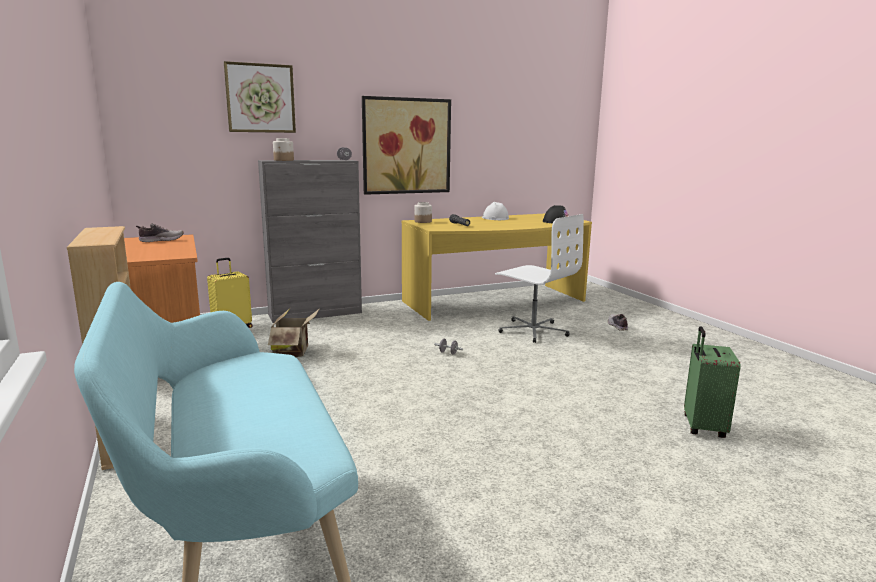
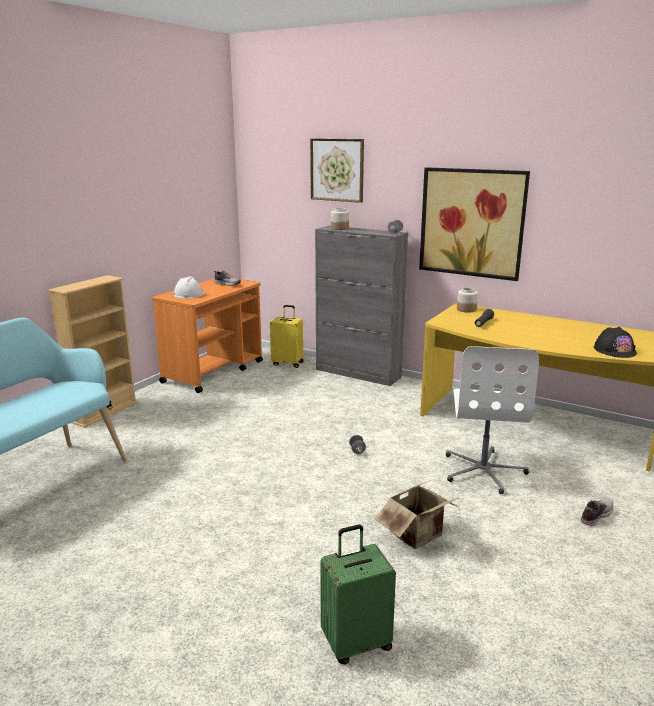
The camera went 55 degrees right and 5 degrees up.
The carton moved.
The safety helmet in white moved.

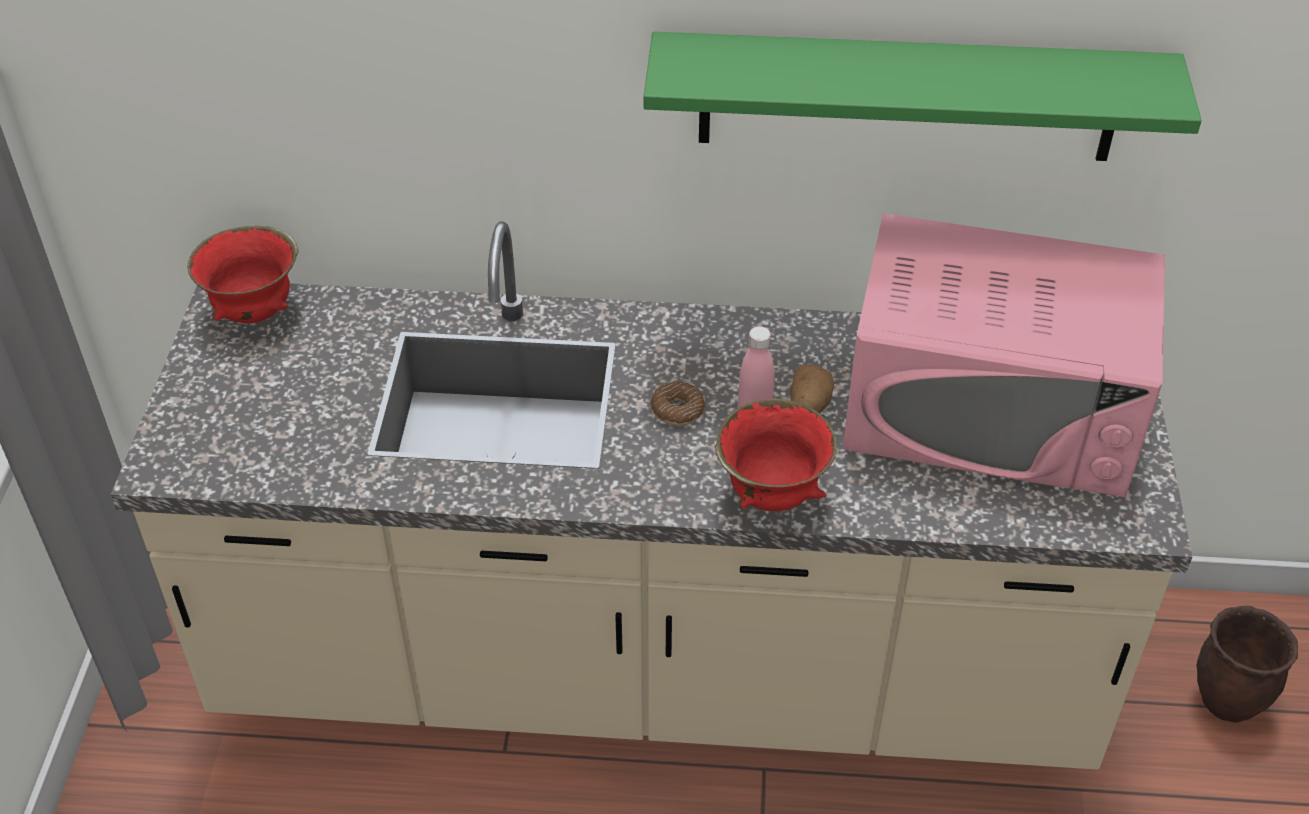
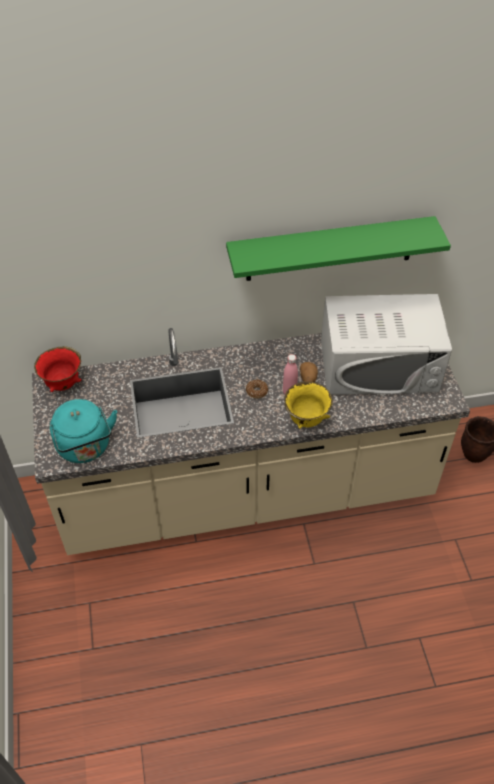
The camera went 15 degrees left and 5 degrees up.
The bowl in red (no. 2 from left) became the bowl in yellow.
The kitchen microwave in pinkish became the kitchen microwave in white.
The tea kettle in turquoise appeared.

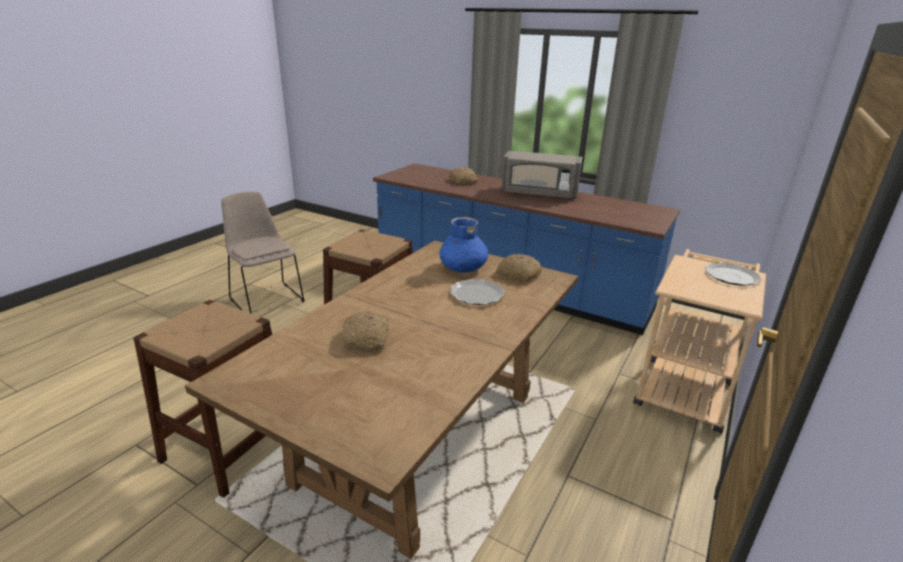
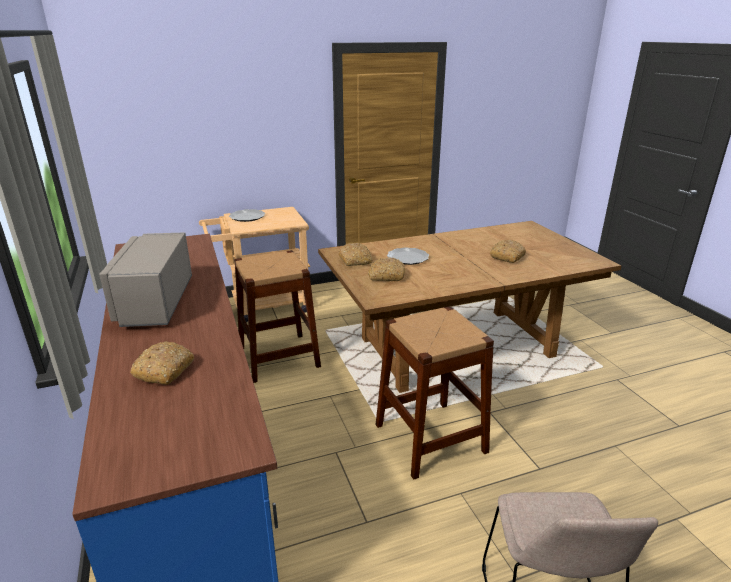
The camera went 140 degrees left and 0 degrees up.
The stool seat in brown-coloured (no. 1 from left) moved.
The flower vase in blue was replaced by the bread (no. 3 from left).
The kitchen microwave in greyish turned 150 degrees counterclockwise.

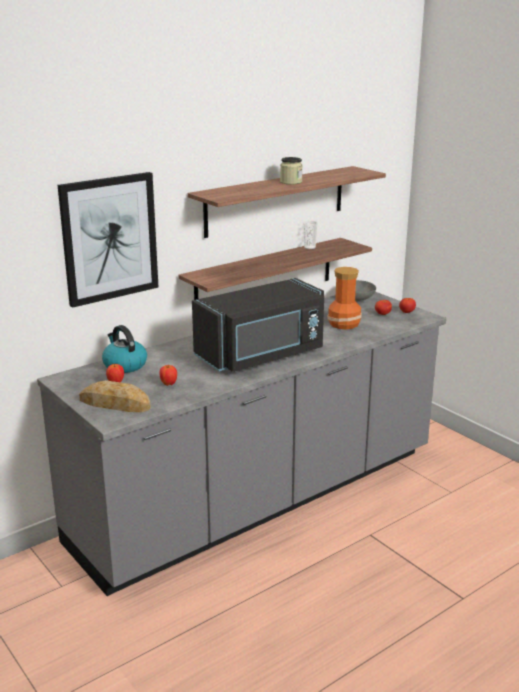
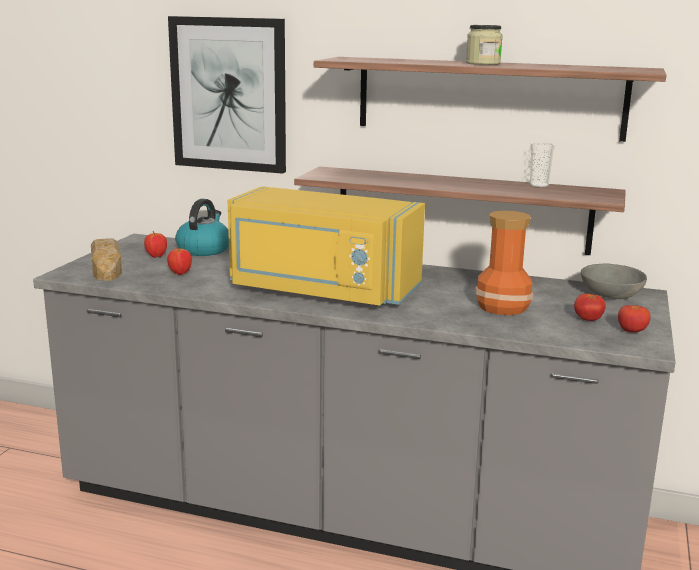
The camera went 55 degrees right and 5 degrees down.
The kitchen microwave in blackish became the kitchen microwave in yellow.

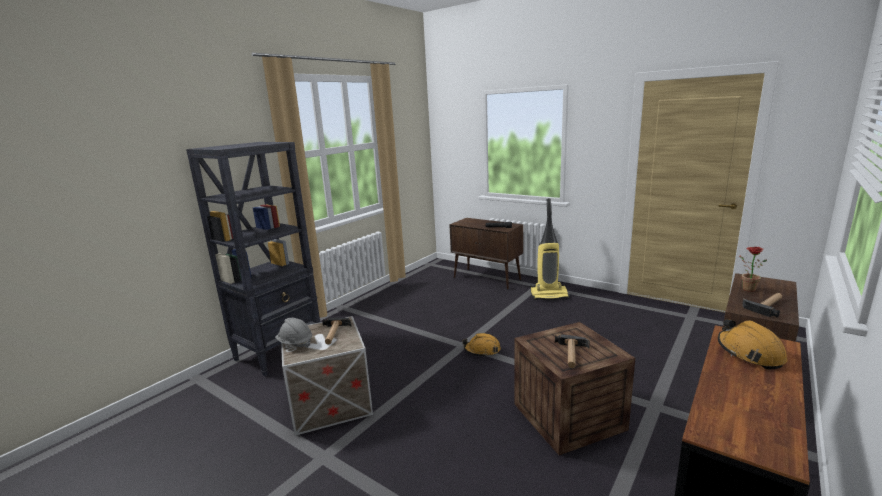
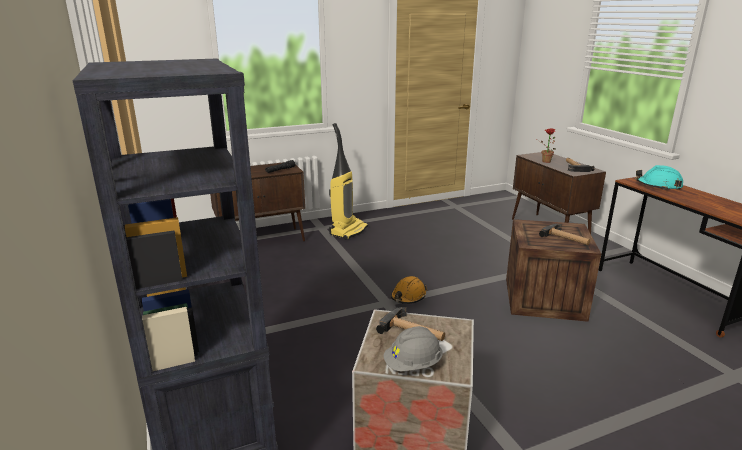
The camera went 60 degrees left and 5 degrees up.
The safety helmet in orange-coloured (no. 2 from left) became the safety helmet in turquoise.

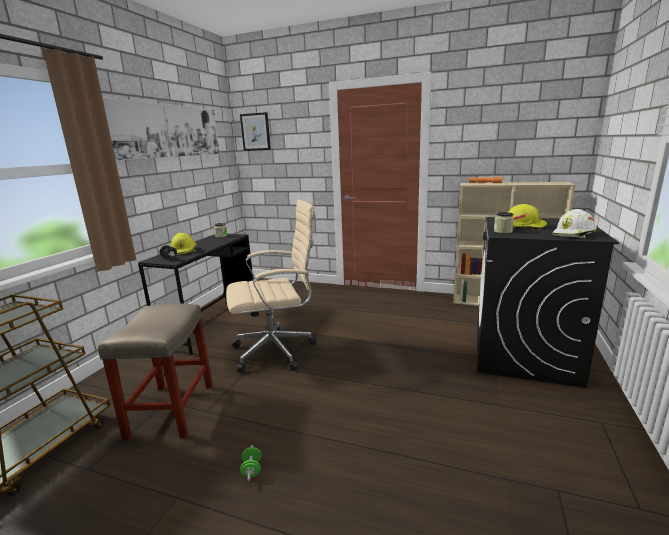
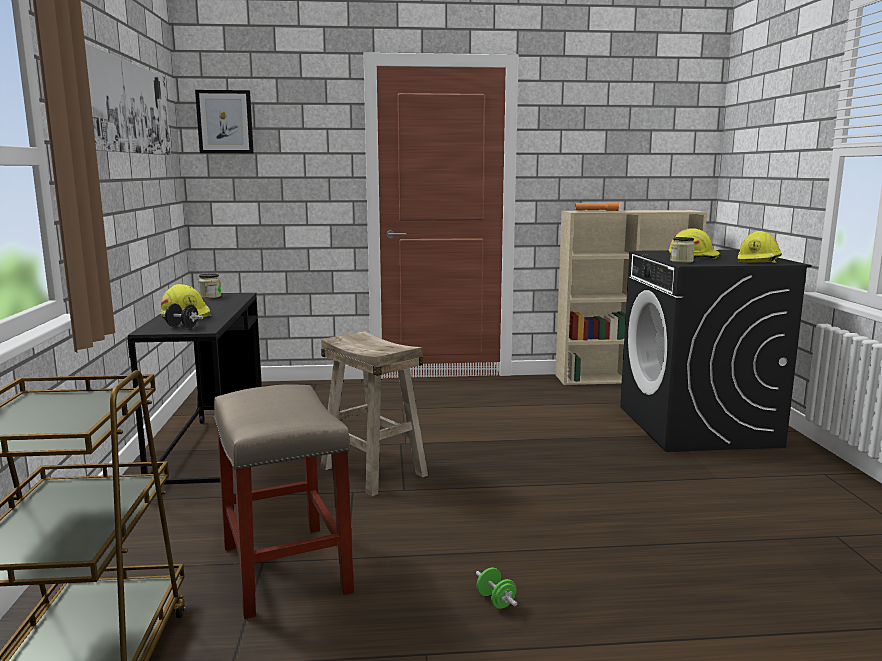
The camera went 25 degrees left and 5 degrees down.
The computer chair in sand-coloured was replaced by the stool seat in sand-coloured (no. 2 from left).
The safety helmet in white became the safety helmet in yellow (no. 3 from left).

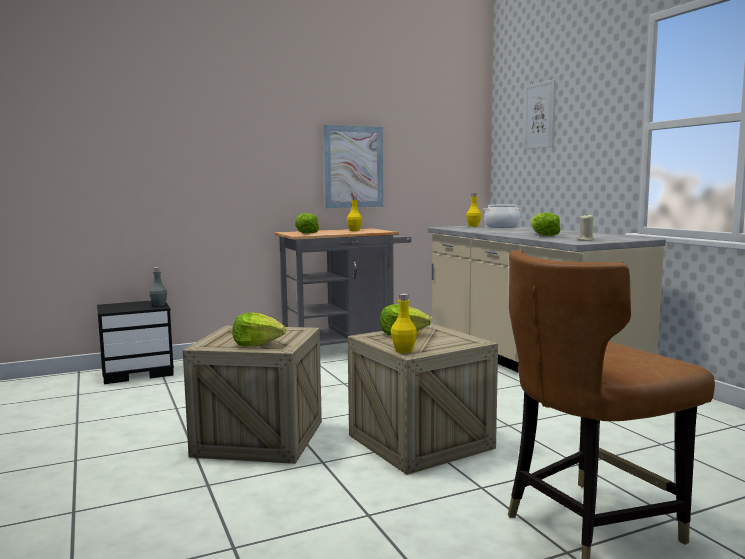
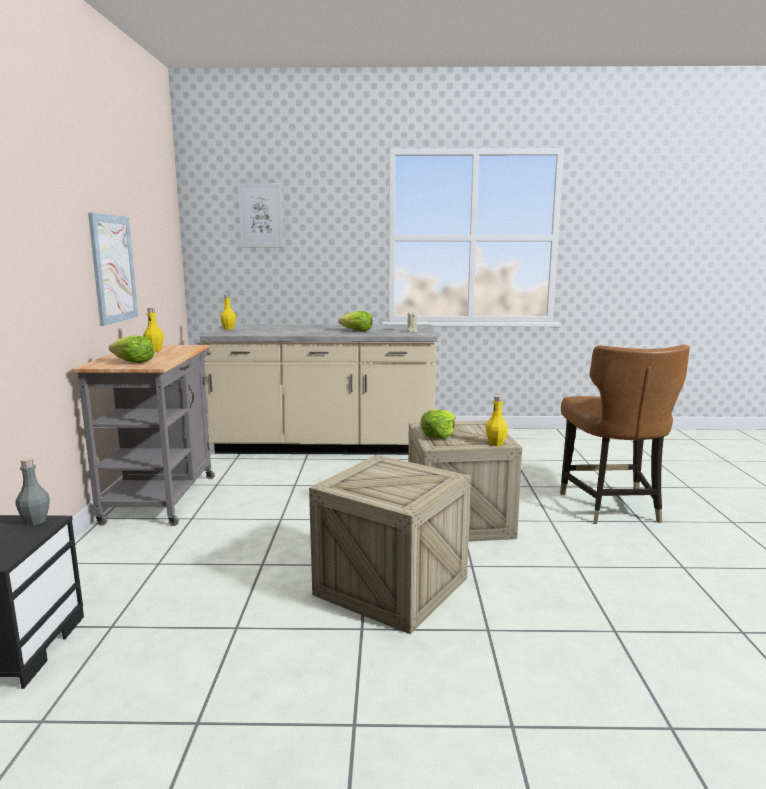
The camera went 65 degrees left and 5 degrees up.
The lettuce head (no. 1 from left) disappeared.
The stockpot disappeared.

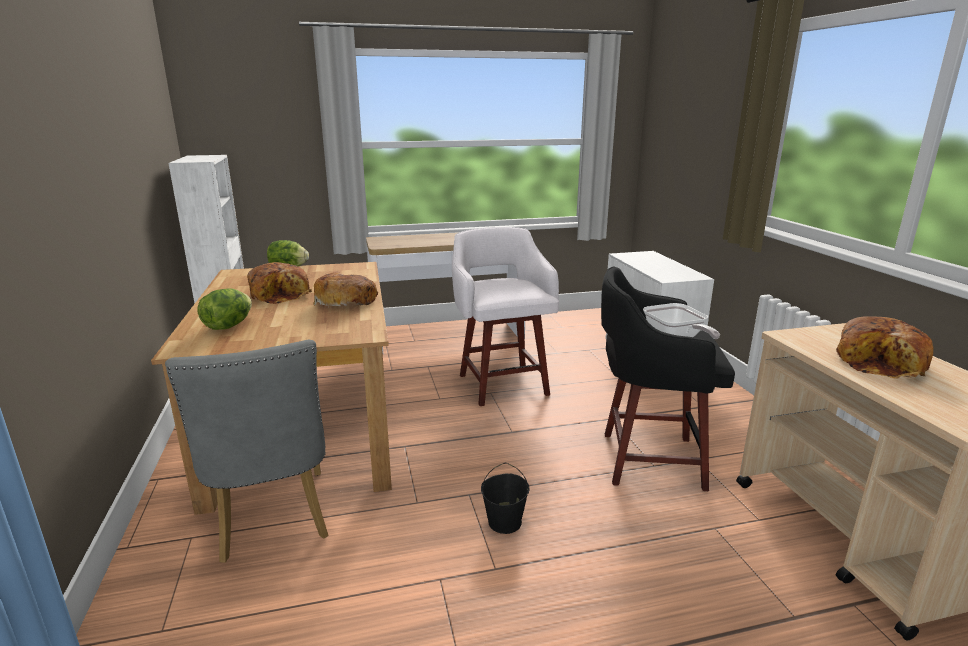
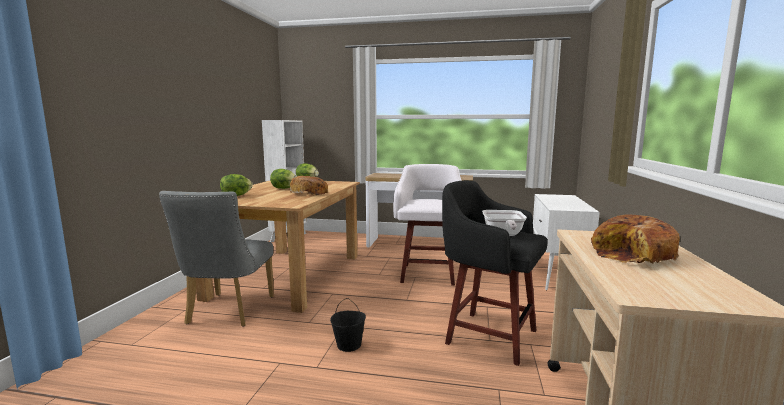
The camera went 25 degrees right and 10 degrees down.
The bread (no. 1 from left) was replaced by the lettuce head (no. 2 from left).

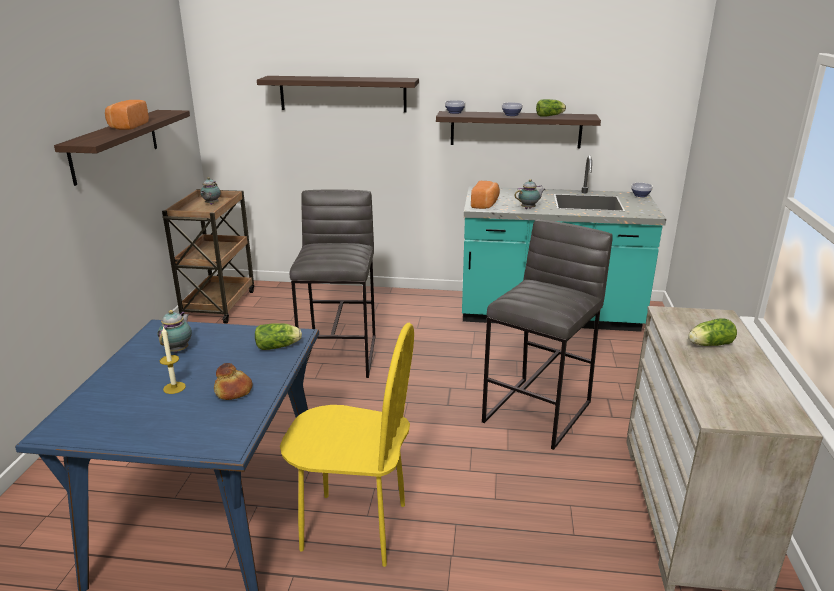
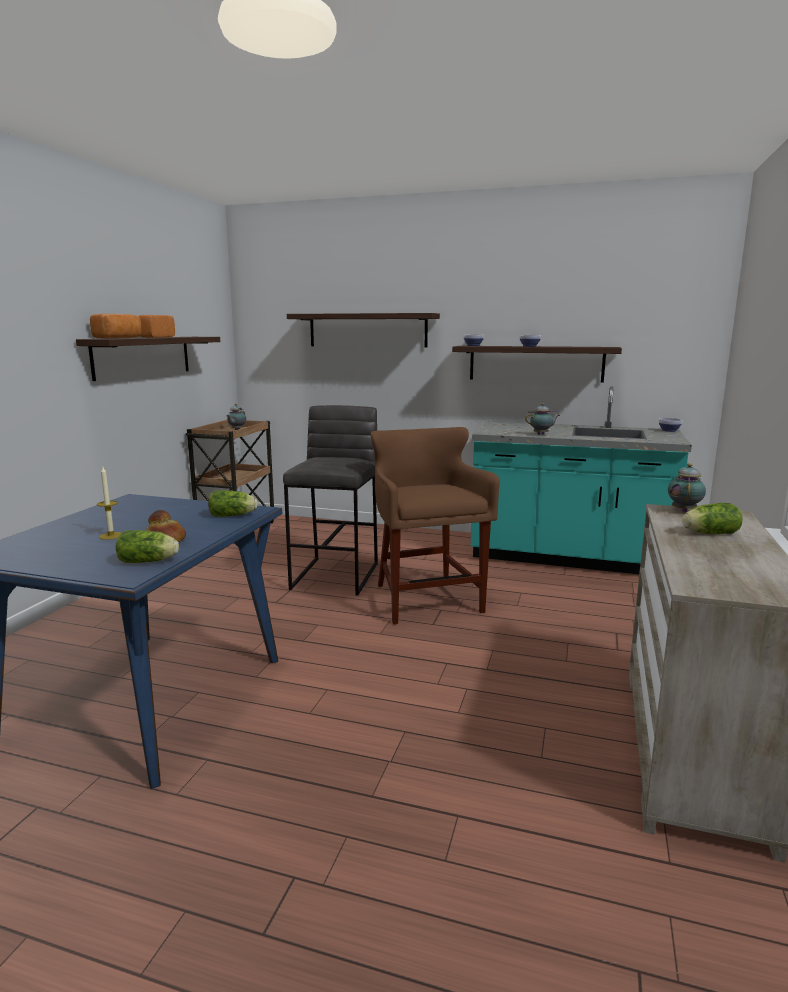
The camera went 10 degrees right and 10 degrees down.
The teapot (no. 1 from left in the first image) moved.
The chair in yellow disappeared.
The bread (no. 3 from left in the first image) moved.
The stool seat in greyish (no. 2 from left) disappeared.
The lettuce head (no. 2 from left in the first image) moved.
The stool seat in brown-coloured appeared.

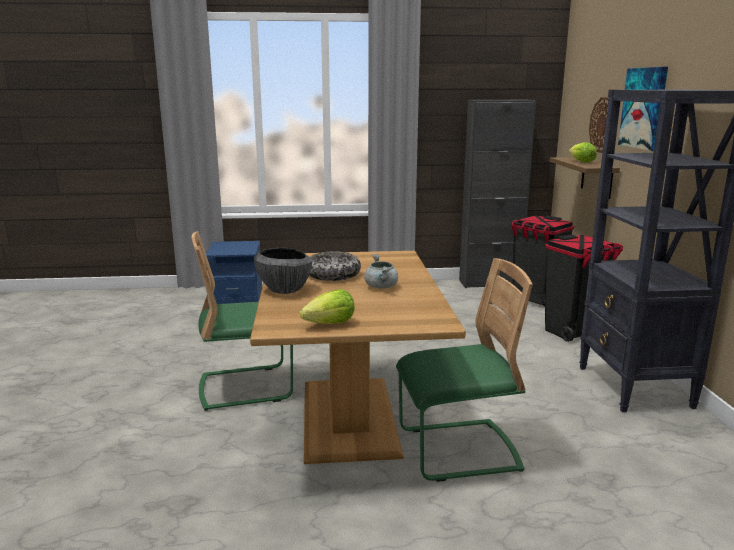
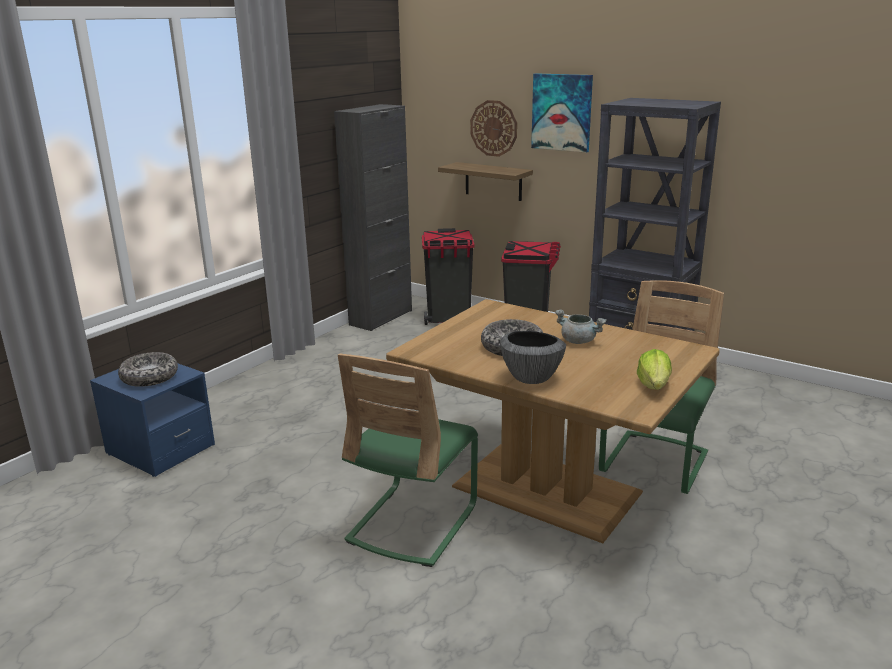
The camera went 50 degrees left and 5 degrees up.
The lettuce head (no. 2 from left) disappeared.
The bowl (no. 1 from left) appeared.

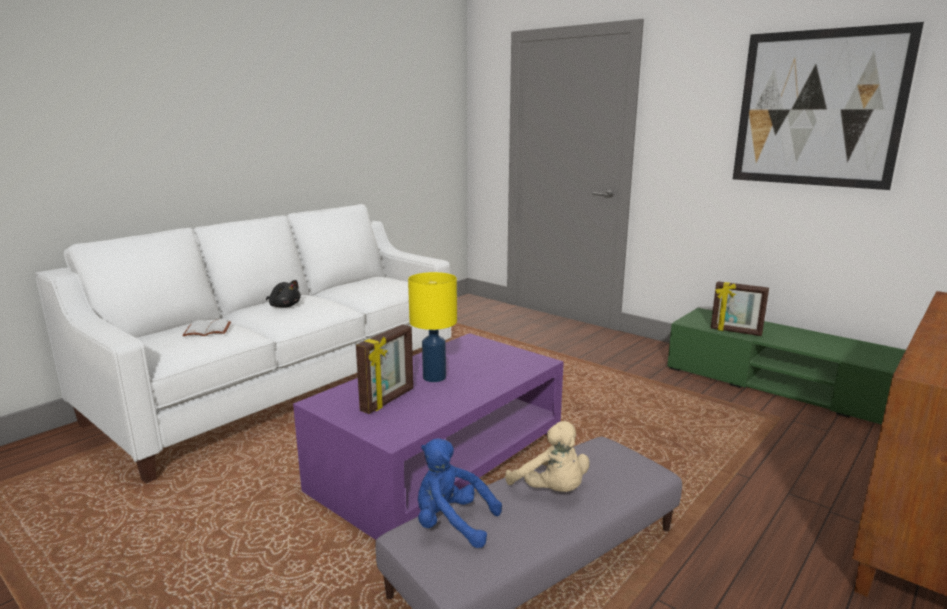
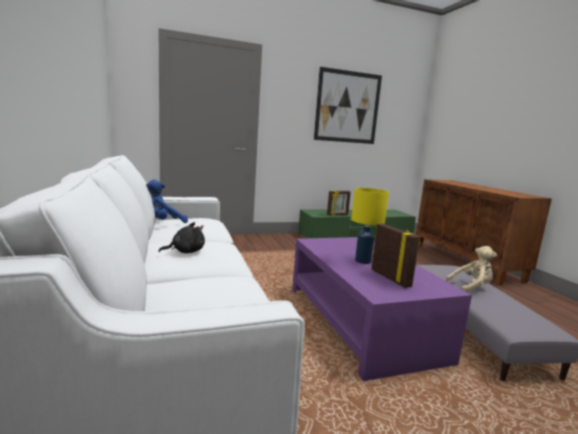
The camera went 60 degrees left and 5 degrees down.
The volume in white disappeared.
The plush toy in blue moved.

